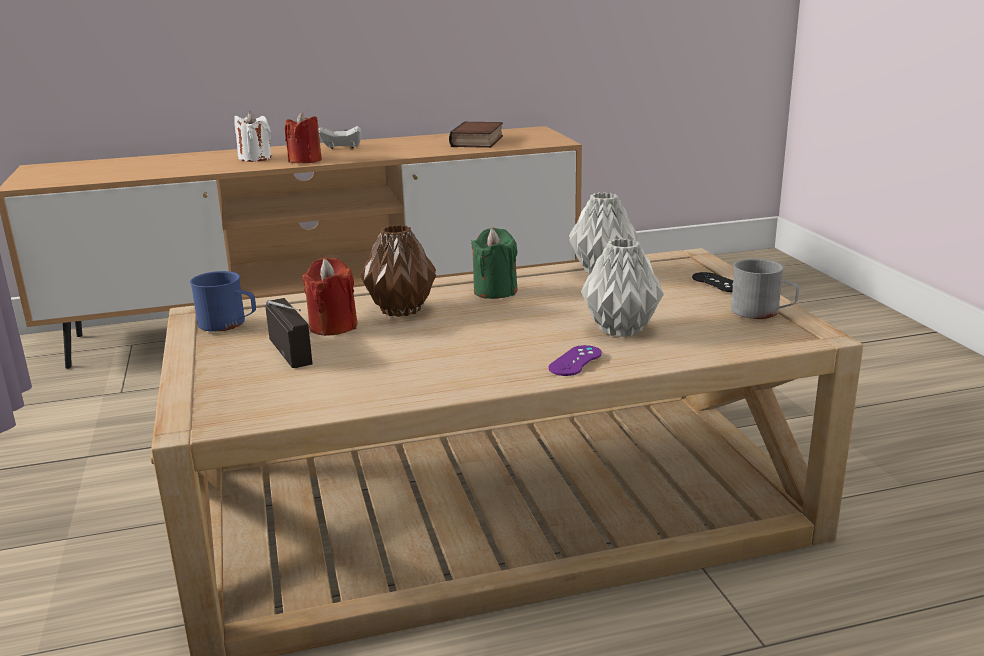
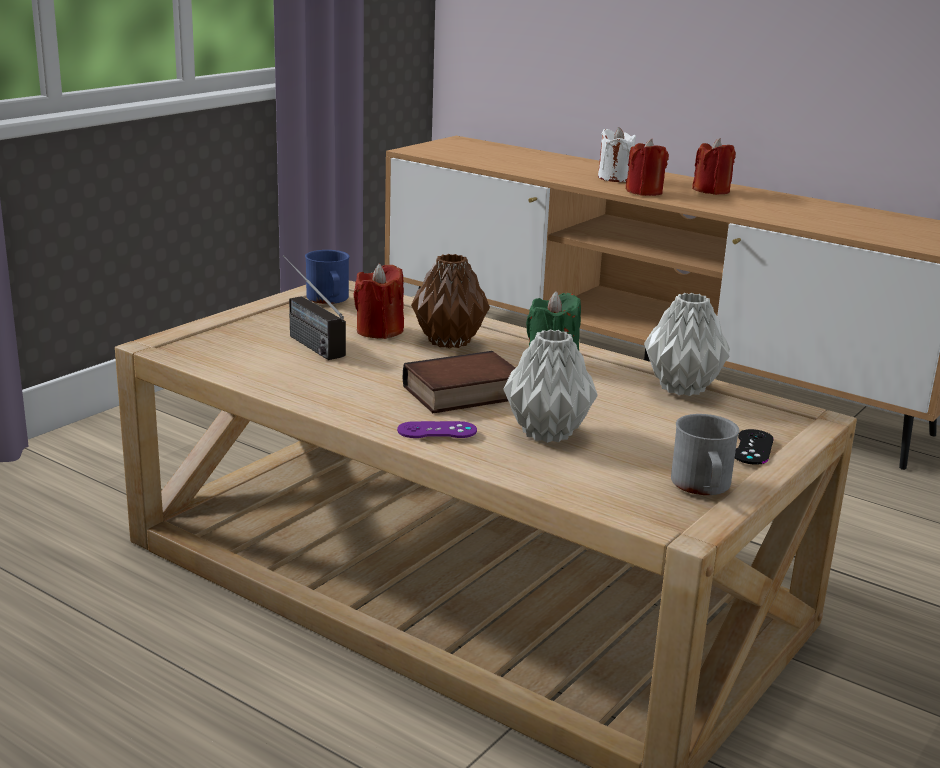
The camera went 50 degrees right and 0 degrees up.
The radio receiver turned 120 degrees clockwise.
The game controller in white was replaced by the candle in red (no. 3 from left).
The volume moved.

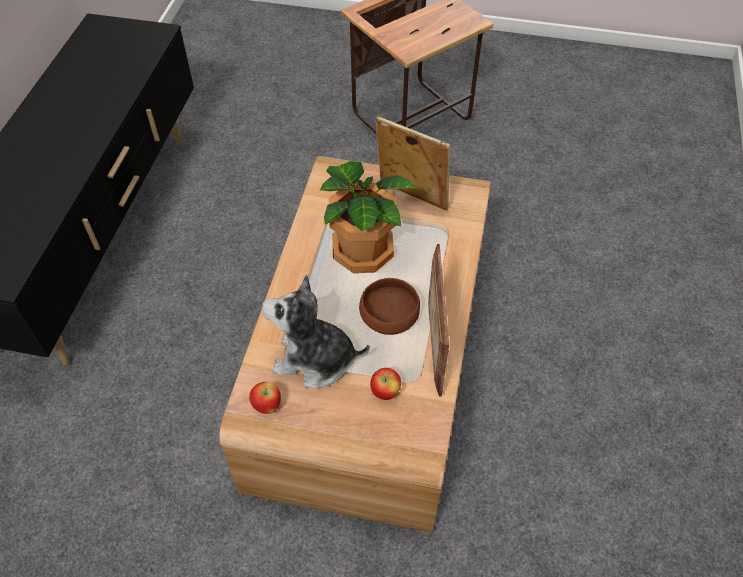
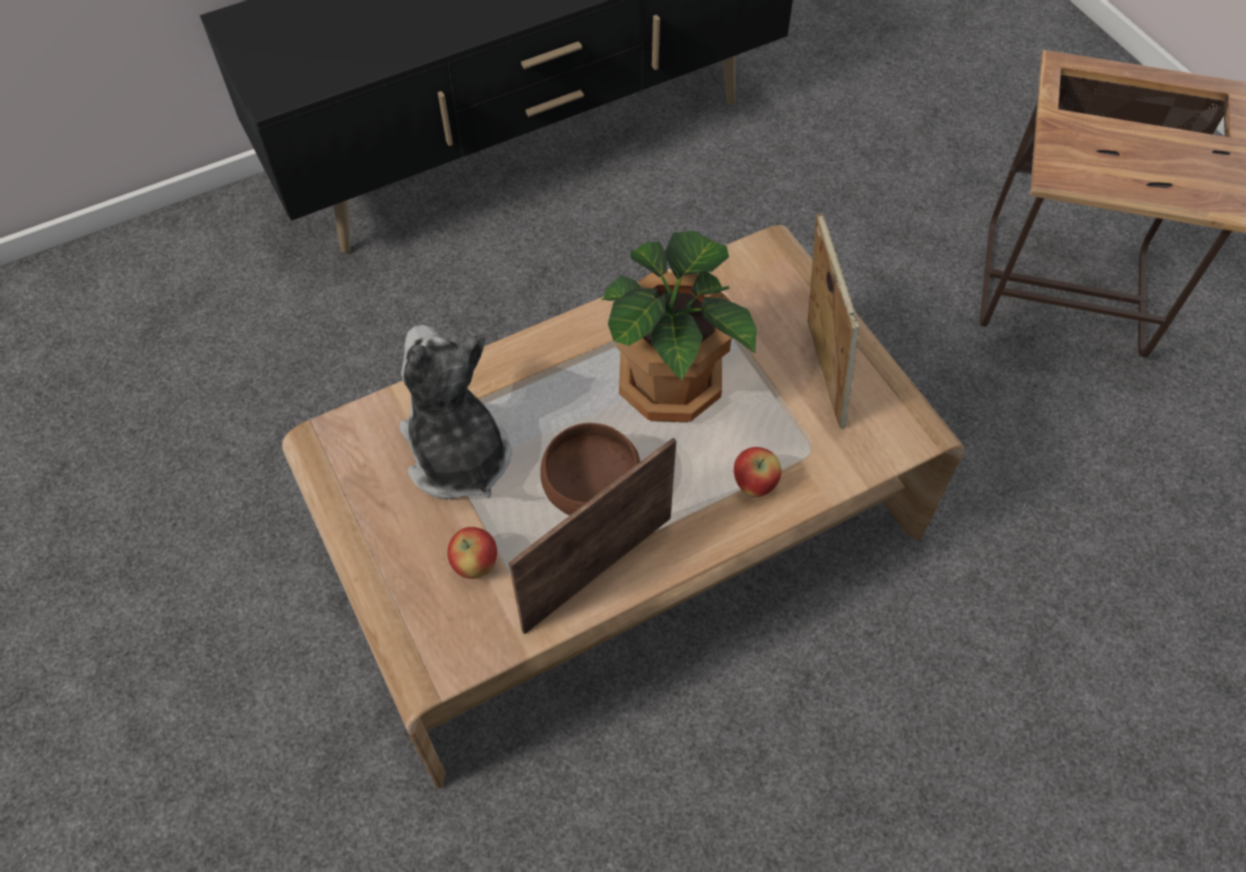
The camera went 50 degrees right and 5 degrees up.
The apple (no. 1 from left in the first image) moved.

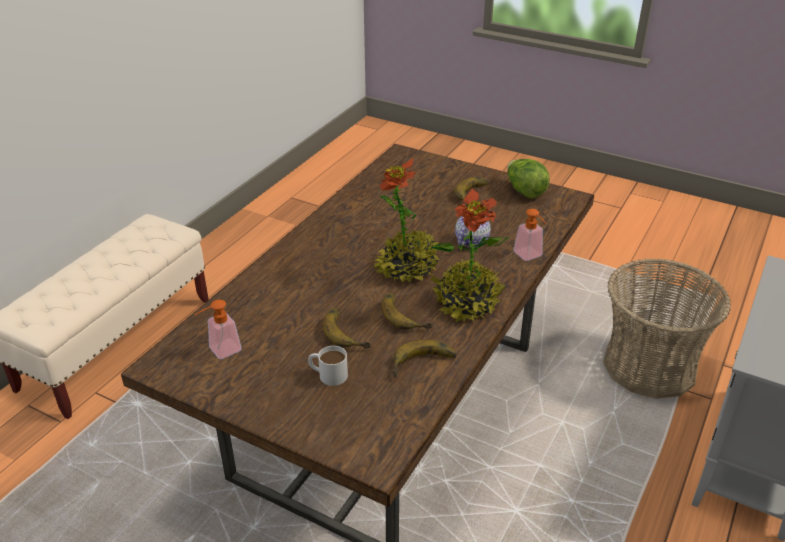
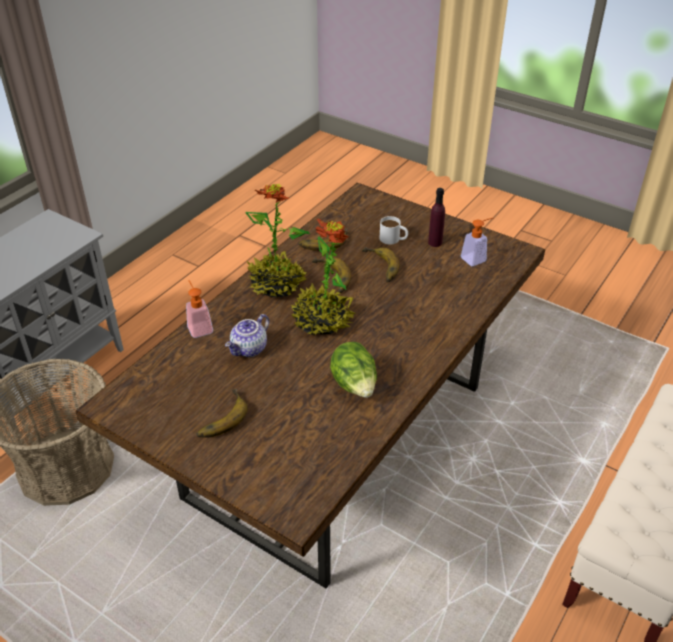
The camera went 175 degrees left and 5 degrees up.
The lettuce head moved.
The beverage bottle in purple-coloured appeared.

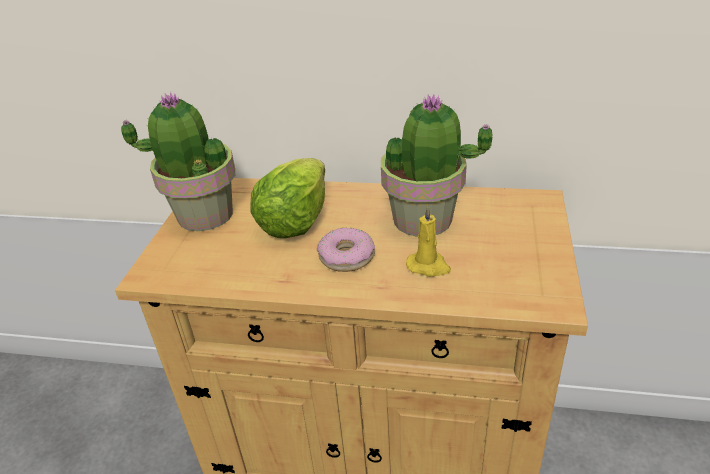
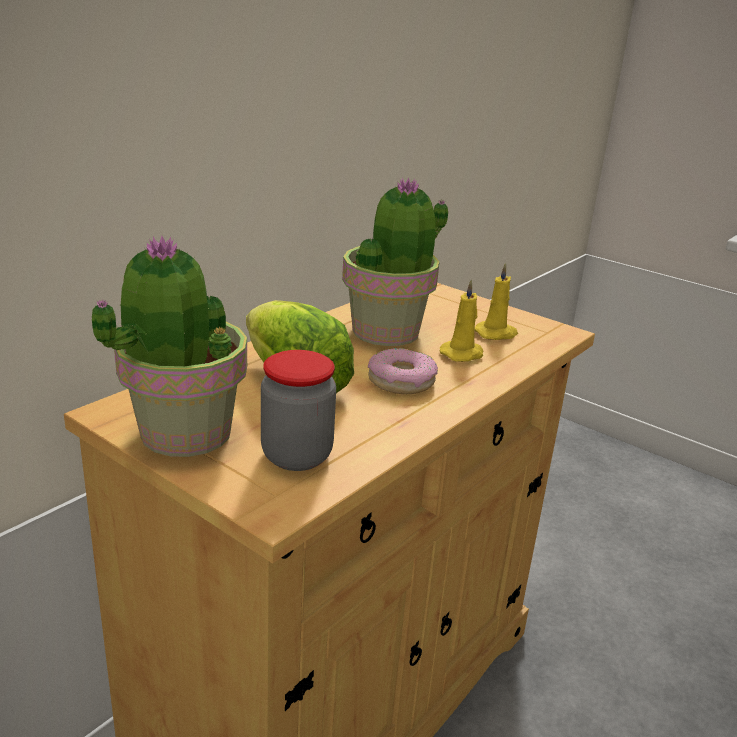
The camera went 65 degrees left and 10 degrees down.
The storage jar appeared.
The candle in yellow (no. 2 from left) appeared.

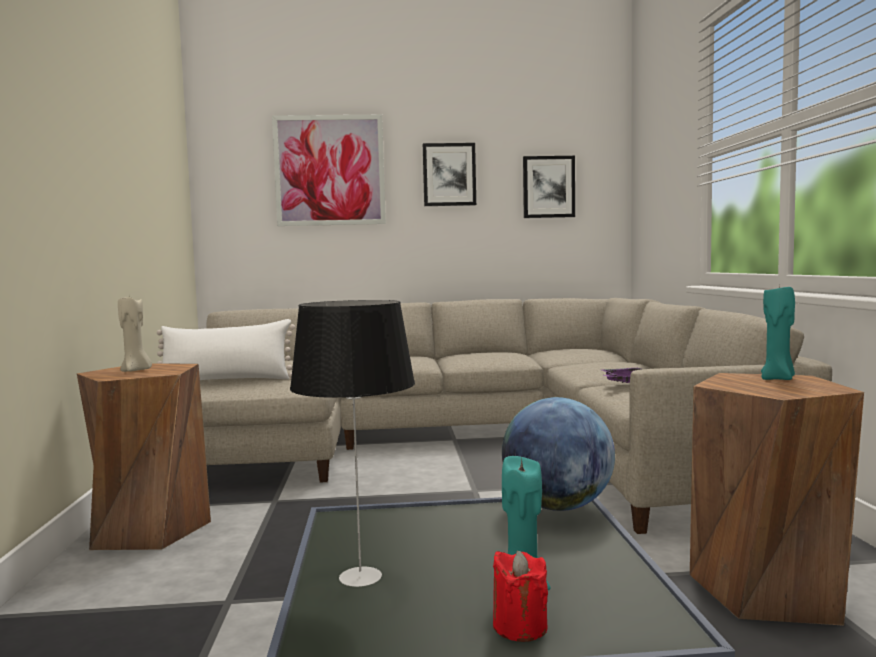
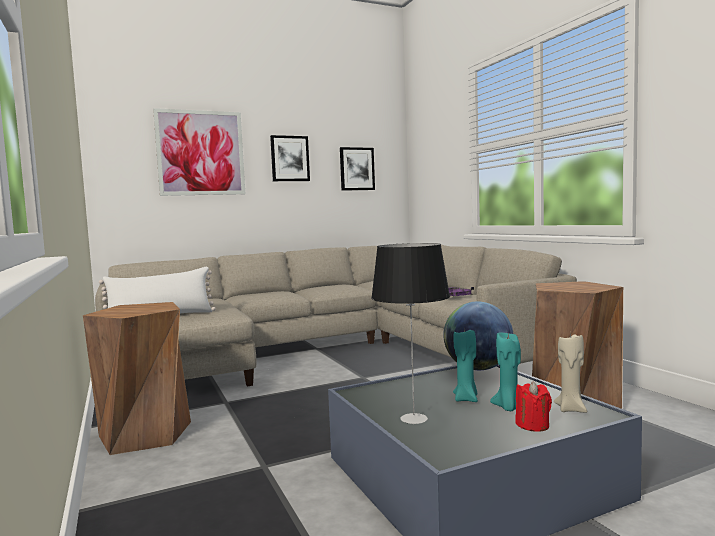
The camera went 20 degrees left and 0 degrees up.
The candle in sand-coloured moved.
The candle in turquoise (no. 2 from left in the first image) moved.

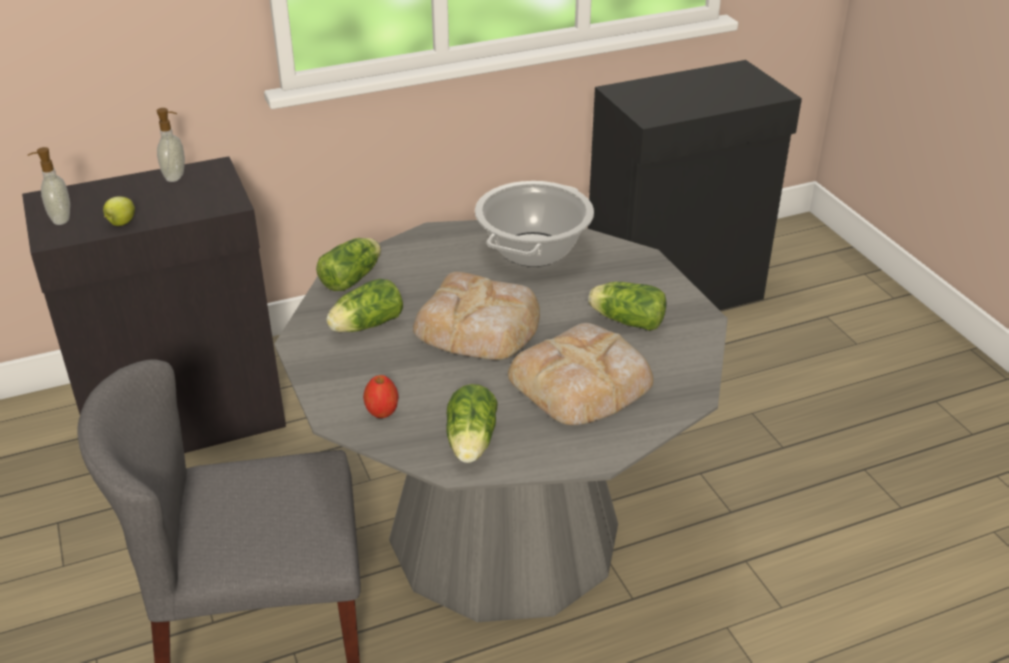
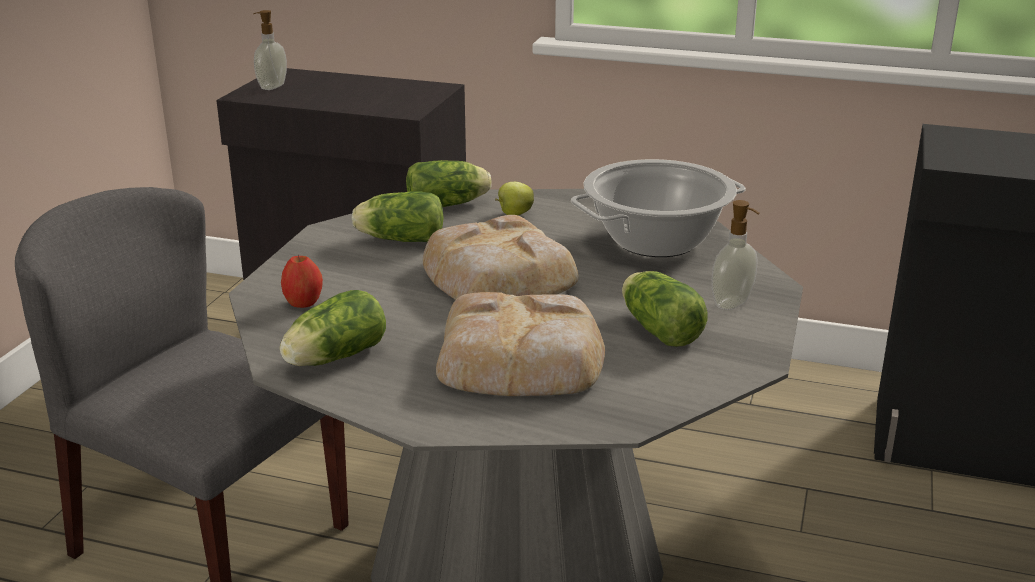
The camera went 40 degrees right and 10 degrees down.
The apple (no. 1 from left in the first image) moved.
The liquid soap bottle (no. 2 from left) moved.

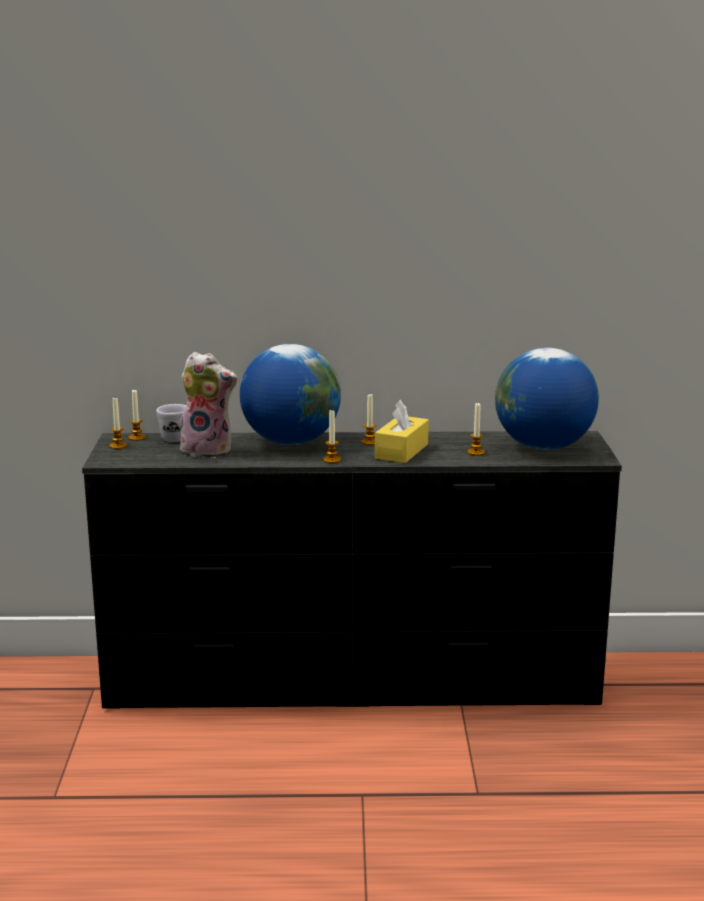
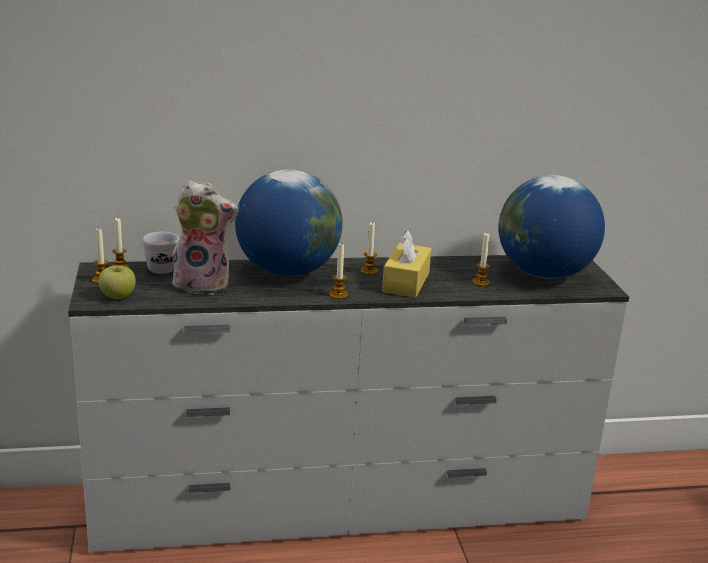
The camera went 10 degrees left and 5 degrees up.
The dresser in blackish became the dresser in white.
The apple appeared.

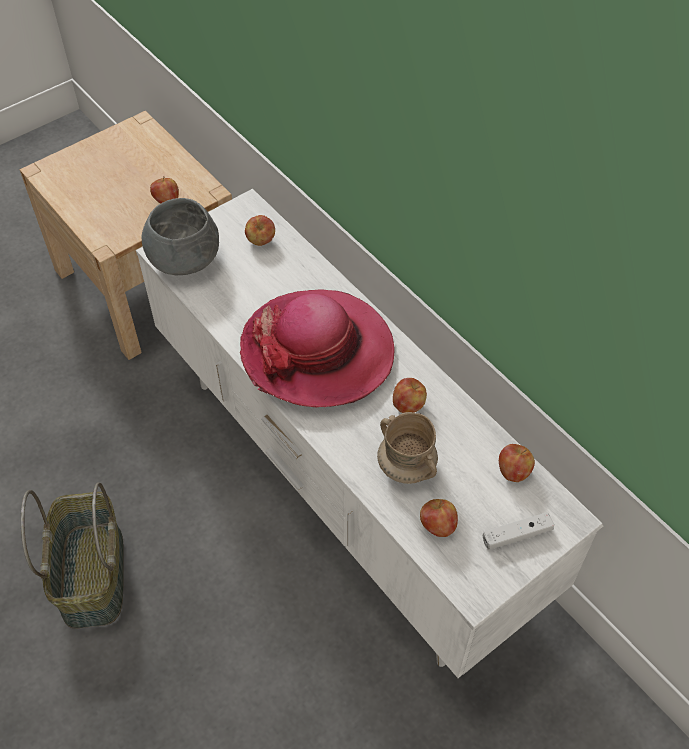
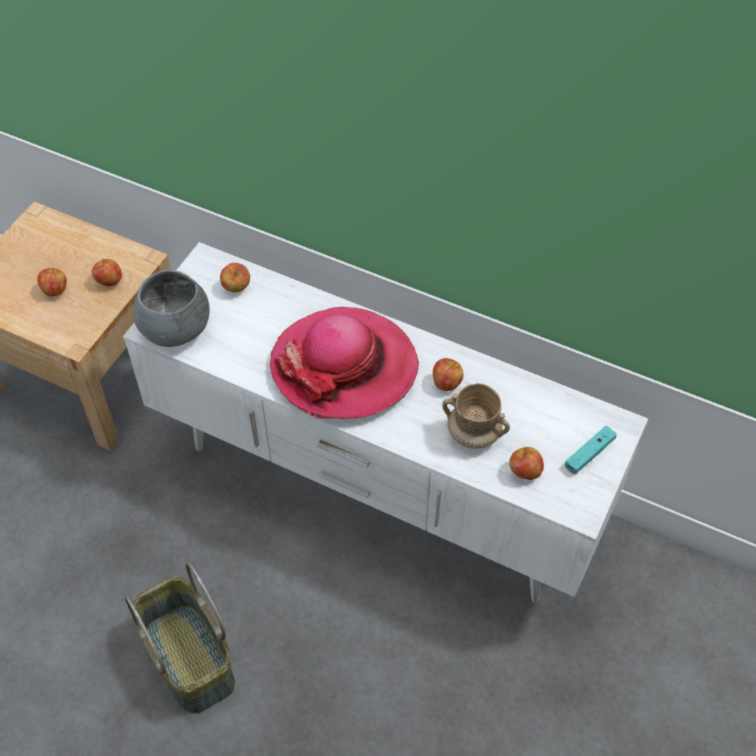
The camera went 25 degrees left and 0 degrees up.
The game controller in white became the game controller in turquoise.
The apple (no. 5 from left in the first image) moved.

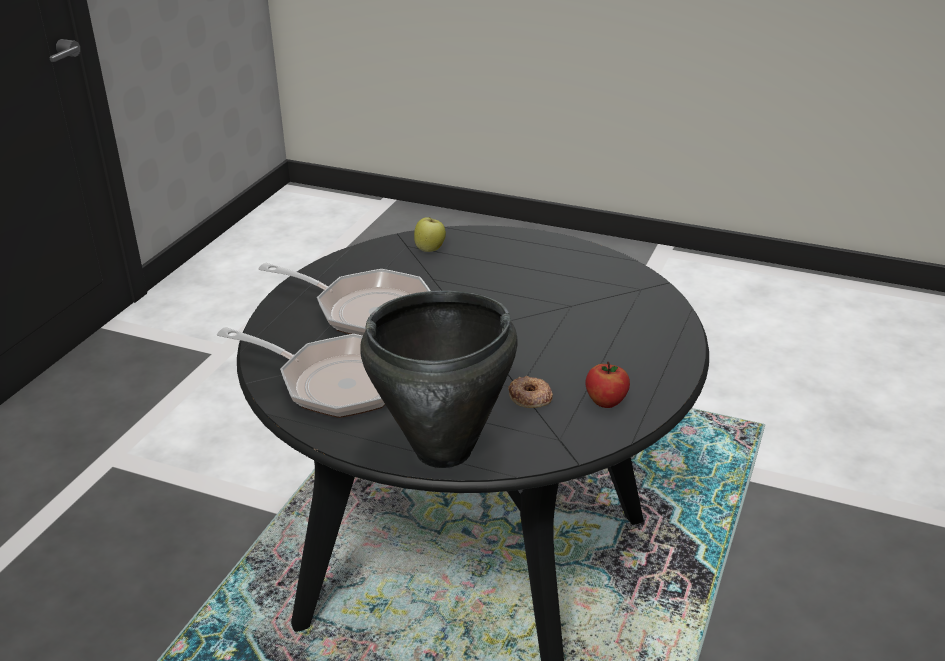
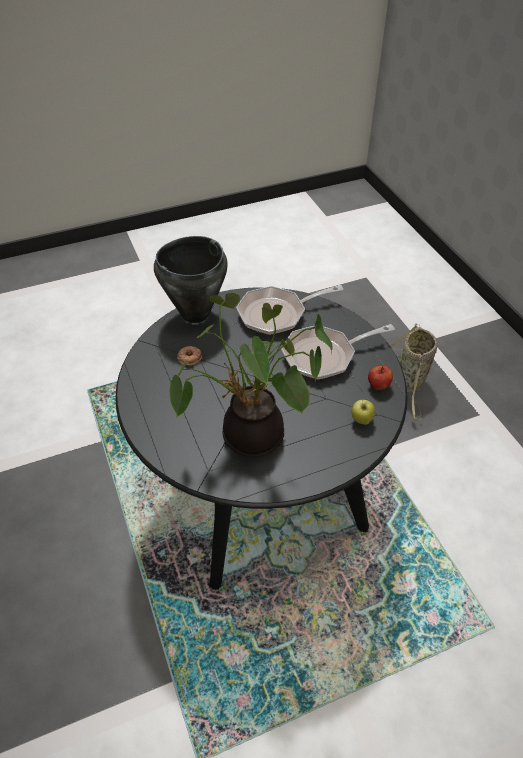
The camera went 135 degrees right and 15 degrees up.
The apple (no. 2 from left) moved.
The plant in a pot appeared.
The basket appeared.

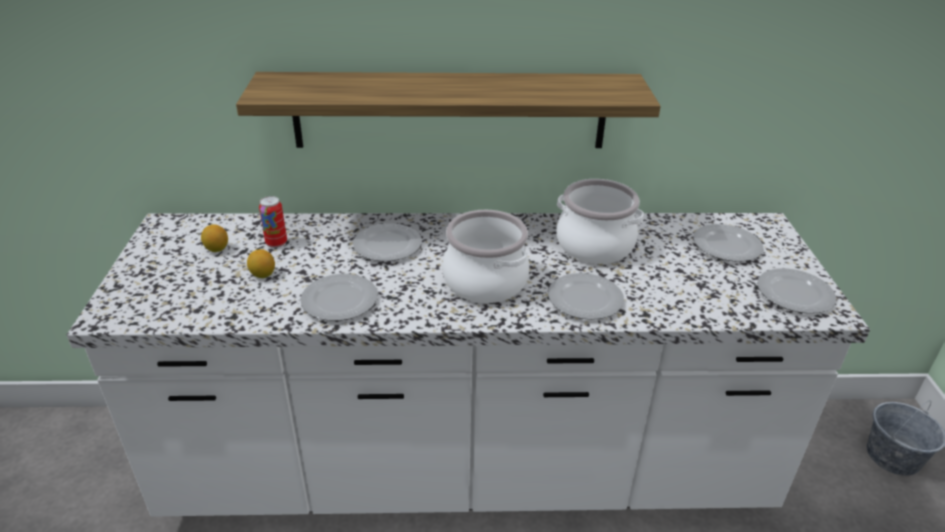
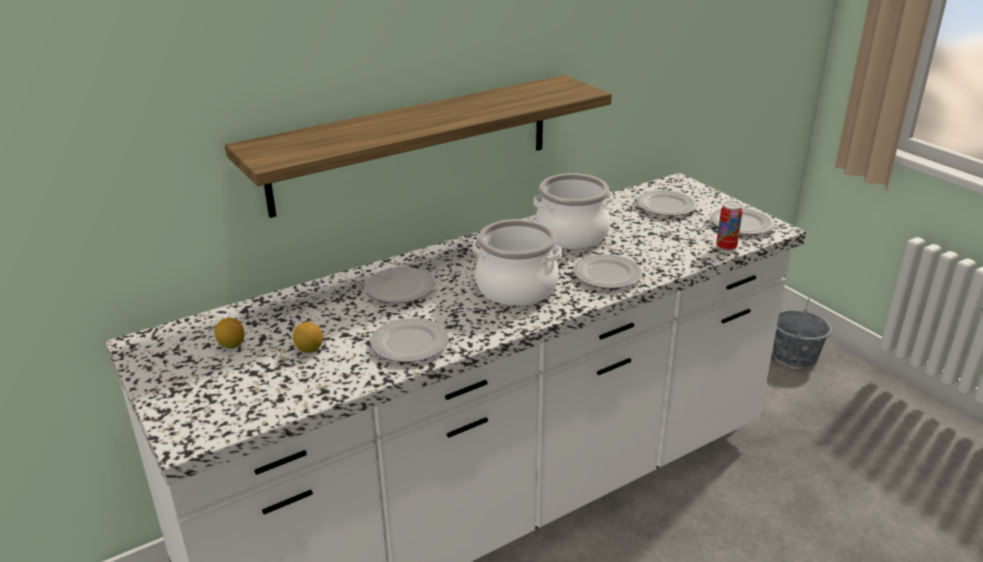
The camera went 30 degrees left and 5 degrees down.
The can moved.

